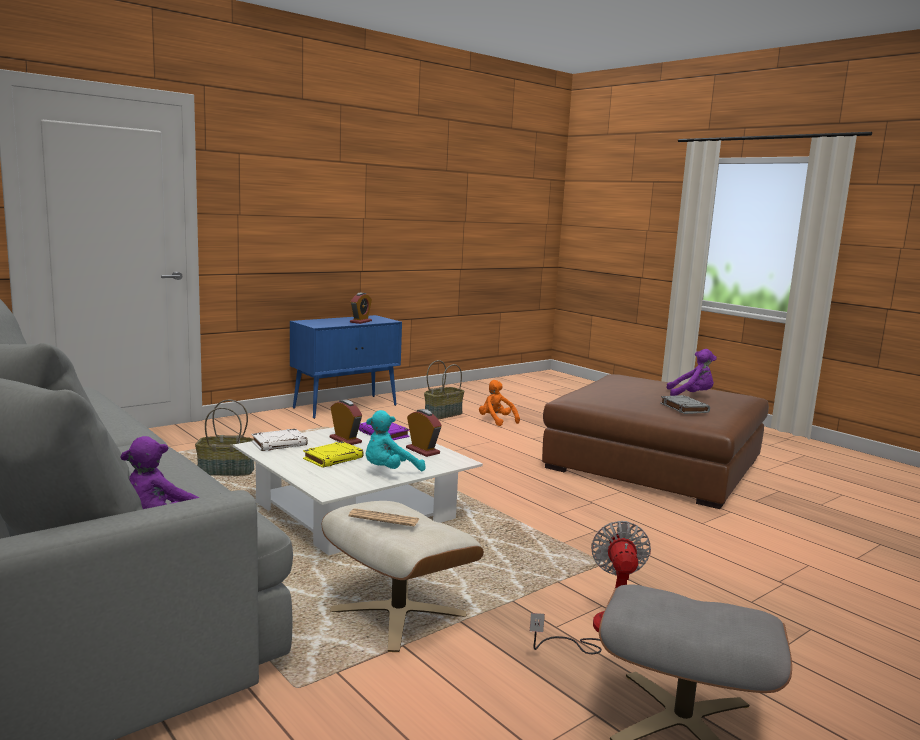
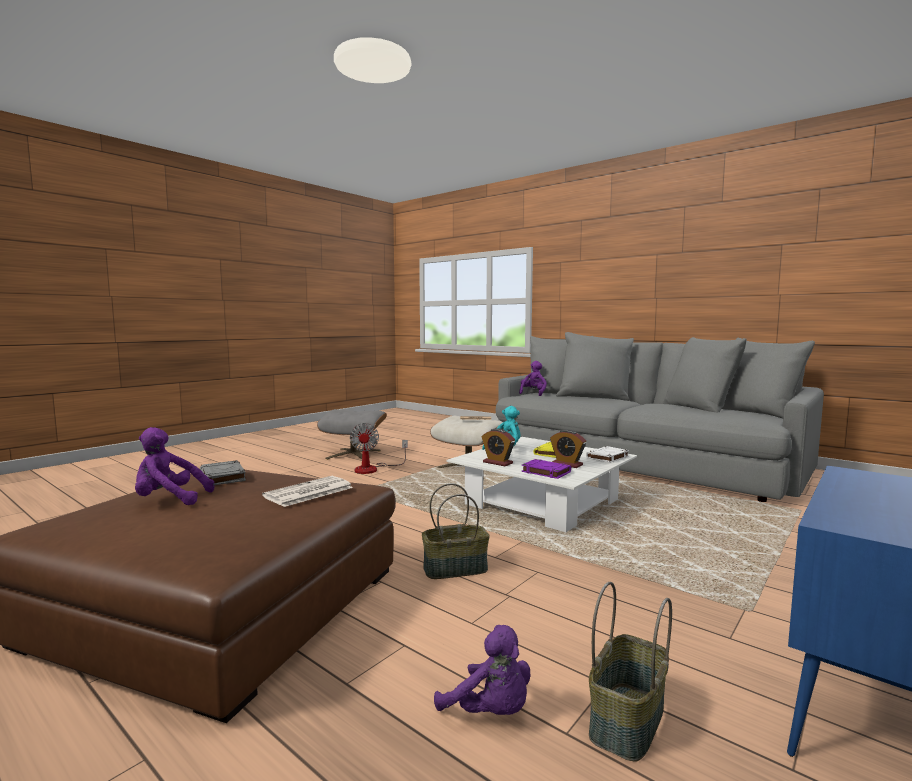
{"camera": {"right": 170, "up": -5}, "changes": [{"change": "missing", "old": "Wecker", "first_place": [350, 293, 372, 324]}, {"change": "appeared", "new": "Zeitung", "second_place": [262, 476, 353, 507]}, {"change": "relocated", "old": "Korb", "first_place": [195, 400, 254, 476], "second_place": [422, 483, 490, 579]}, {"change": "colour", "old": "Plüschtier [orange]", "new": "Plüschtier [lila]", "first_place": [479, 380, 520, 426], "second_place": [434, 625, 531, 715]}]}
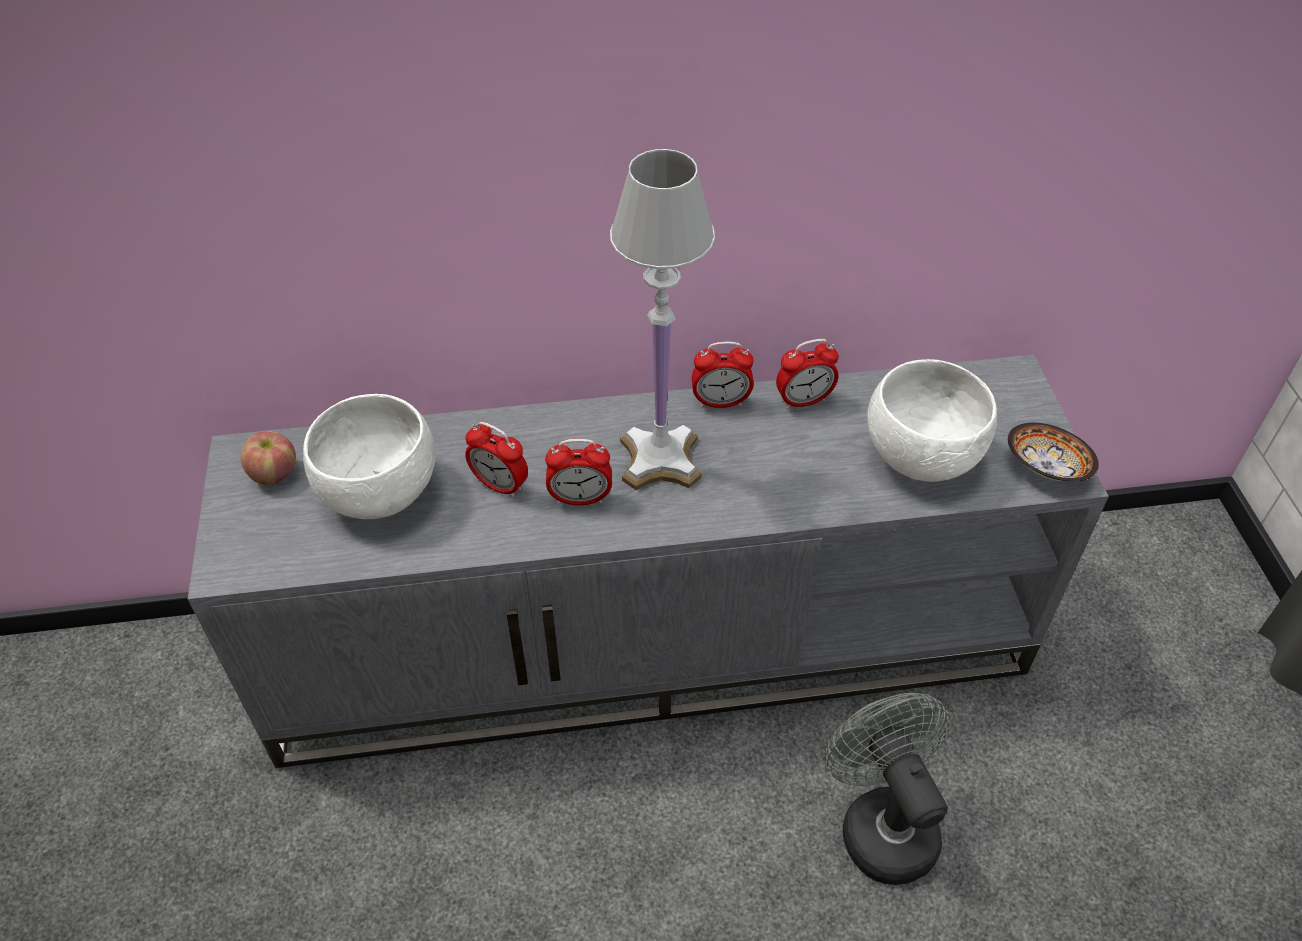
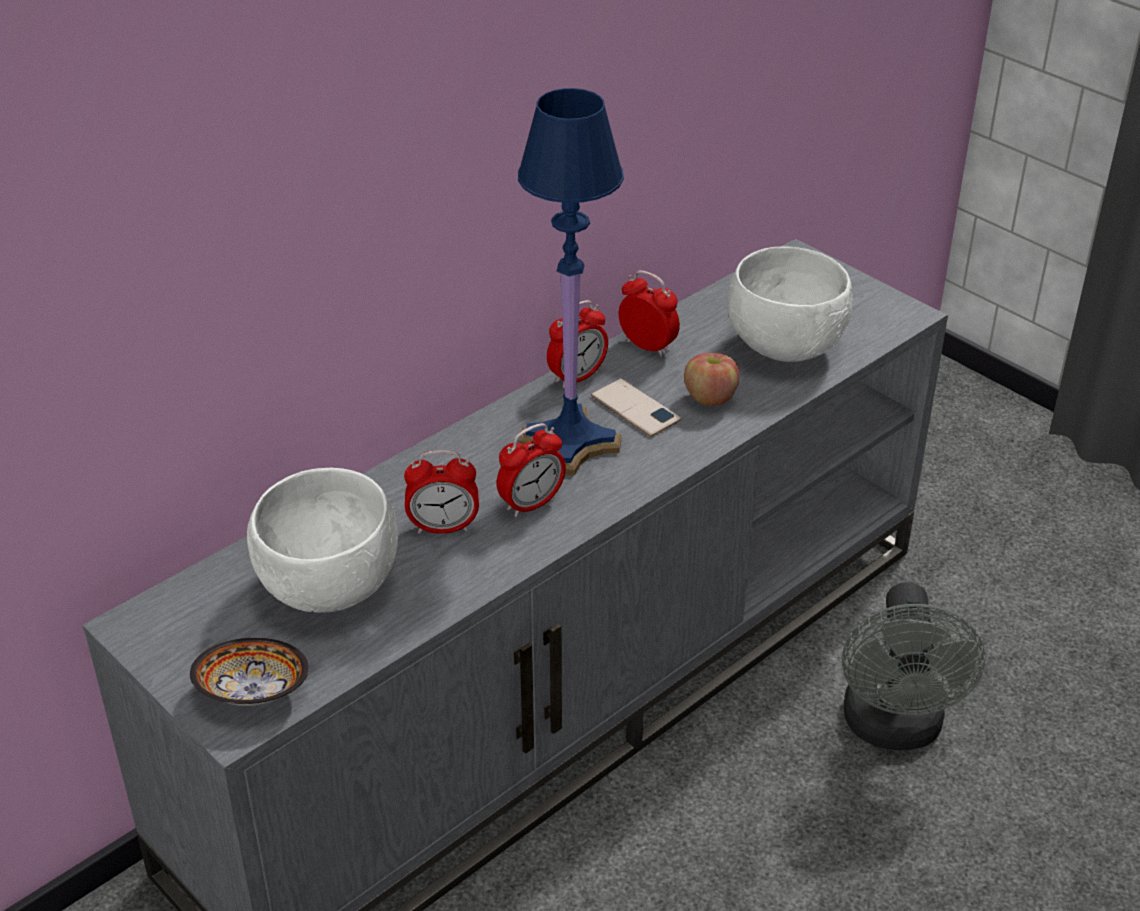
{"camera": {"right": -35, "up": -10}, "changes": [{"change": "appeared", "new": "Handy", "second_place": [591, 378, 681, 437]}, {"change": "relocated", "old": "Apfel", "first_place": [240, 431, 296, 485], "second_place": [684, 353, 740, 406]}, {"change": "relocated", "old": "Schüssel", "first_place": [1008, 423, 1099, 482], "second_place": [190, 638, 309, 706]}, {"change": "colour", "old": "Tischlampe [weiß]", "new": "Tischlampe [blau]", "first_place": [610, 149, 715, 491], "second_place": [518, 88, 624, 475]}, {"change": "spun", "old": "Wecker", "first_place": [776, 339, 839, 409], "second_place": [619, 271, 680, 357], "degrees": -90}, {"change": "spun", "old": "Ventilator [grau]", "first_place": [825, 693, 950, 885], "second_place": [842, 582, 985, 750], "degrees": -120}]}
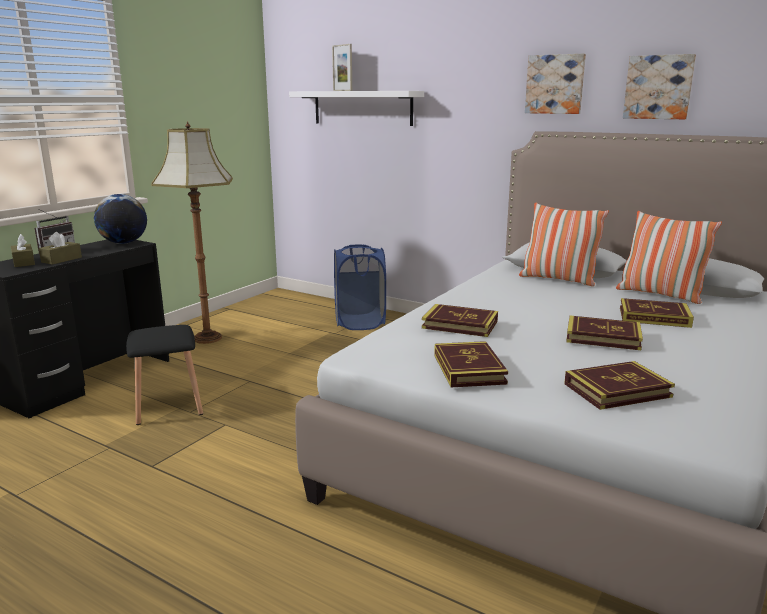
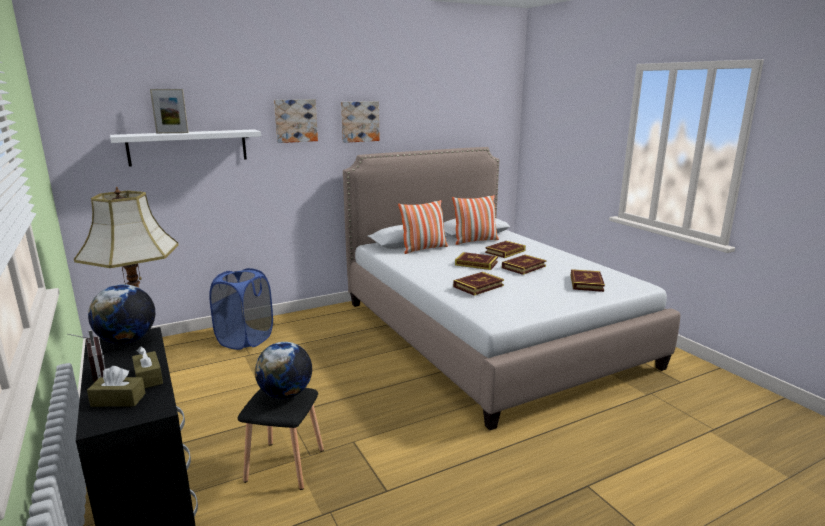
{"camera": {"right": -60, "up": 0}, "changes": [{"change": "appeared", "new": "Globus", "second_place": [255, 342, 312, 399]}, {"change": "relocated", "old": "Buch", "first_place": [434, 341, 508, 387], "second_place": [455, 252, 498, 270]}, {"change": "relocated", "old": "Bild", "first_place": [623, 54, 696, 120], "second_place": [274, 99, 318, 143]}]}
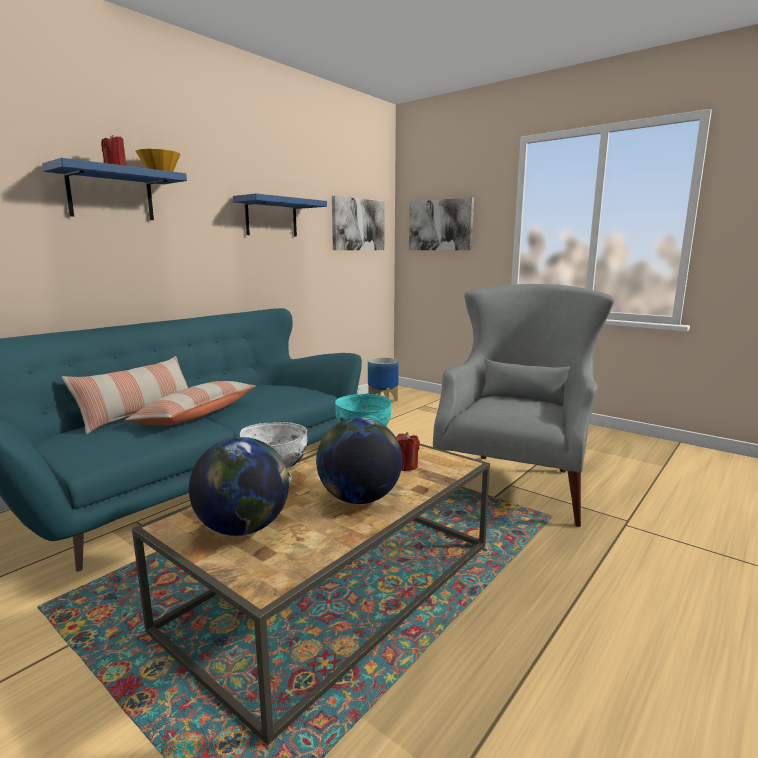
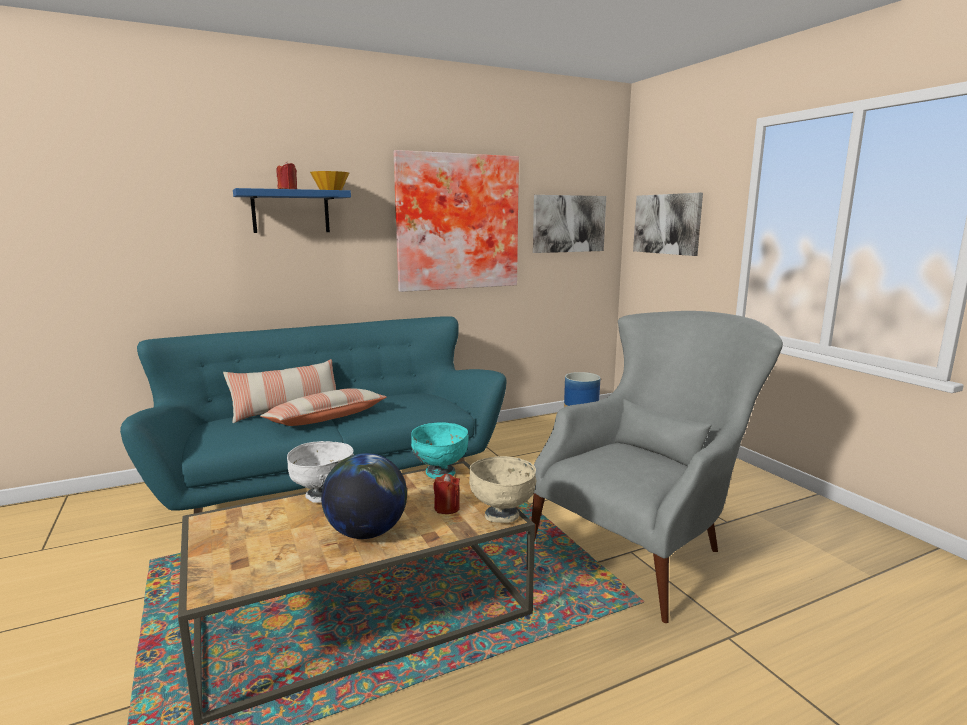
{"camera": {"right": 25, "up": 0}, "changes": [{"change": "missing", "old": "Globus", "first_place": [189, 437, 289, 536]}, {"change": "appeared", "new": "Schüssel [beige]", "second_place": [469, 456, 536, 523]}, {"change": "exchanged", "old": "Wandregal [blau]", "new": "Bild", "first_place": [233, 193, 327, 237], "second_place": [393, 150, 519, 292]}]}
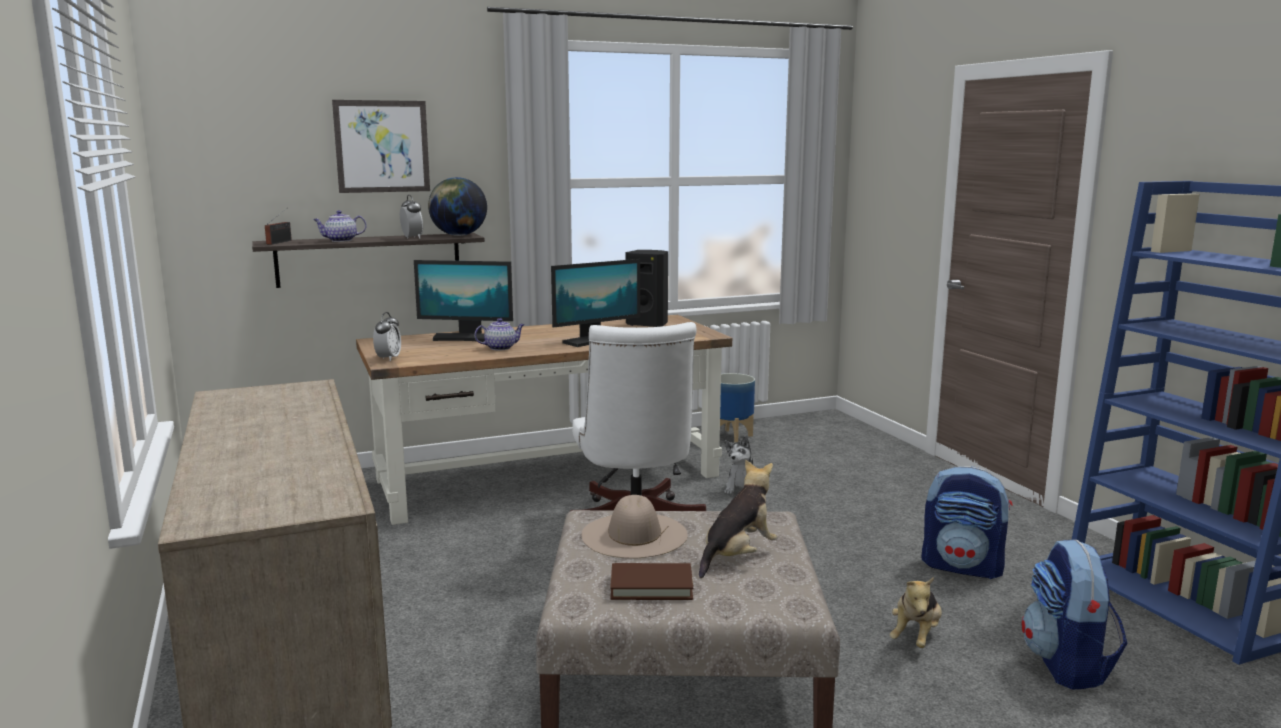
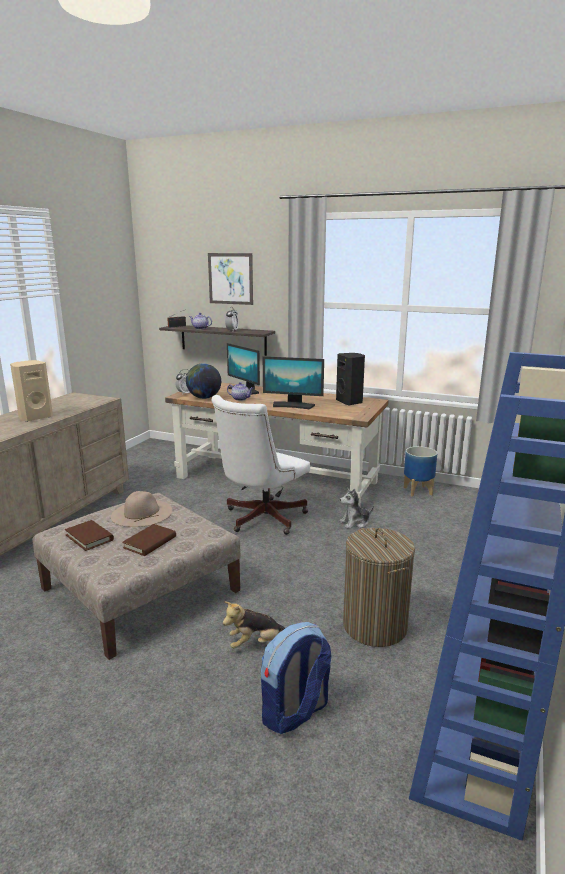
{"camera": {"right": 45, "up": 5}, "changes": [{"change": "appeared", "new": "Lautsprecher [beige]", "second_place": [10, 360, 53, 422]}, {"change": "relocated", "old": "Globus", "first_place": [428, 177, 487, 236], "second_place": [186, 363, 221, 399]}, {"change": "exchanged", "old": "Plüschtier", "new": "Buch [braun]", "first_place": [699, 460, 778, 578], "second_place": [122, 524, 176, 556]}, {"change": "exchanged", "old": "Rucksack", "new": "Wäschekorb", "first_place": [921, 466, 1013, 579], "second_place": [343, 528, 415, 647]}]}
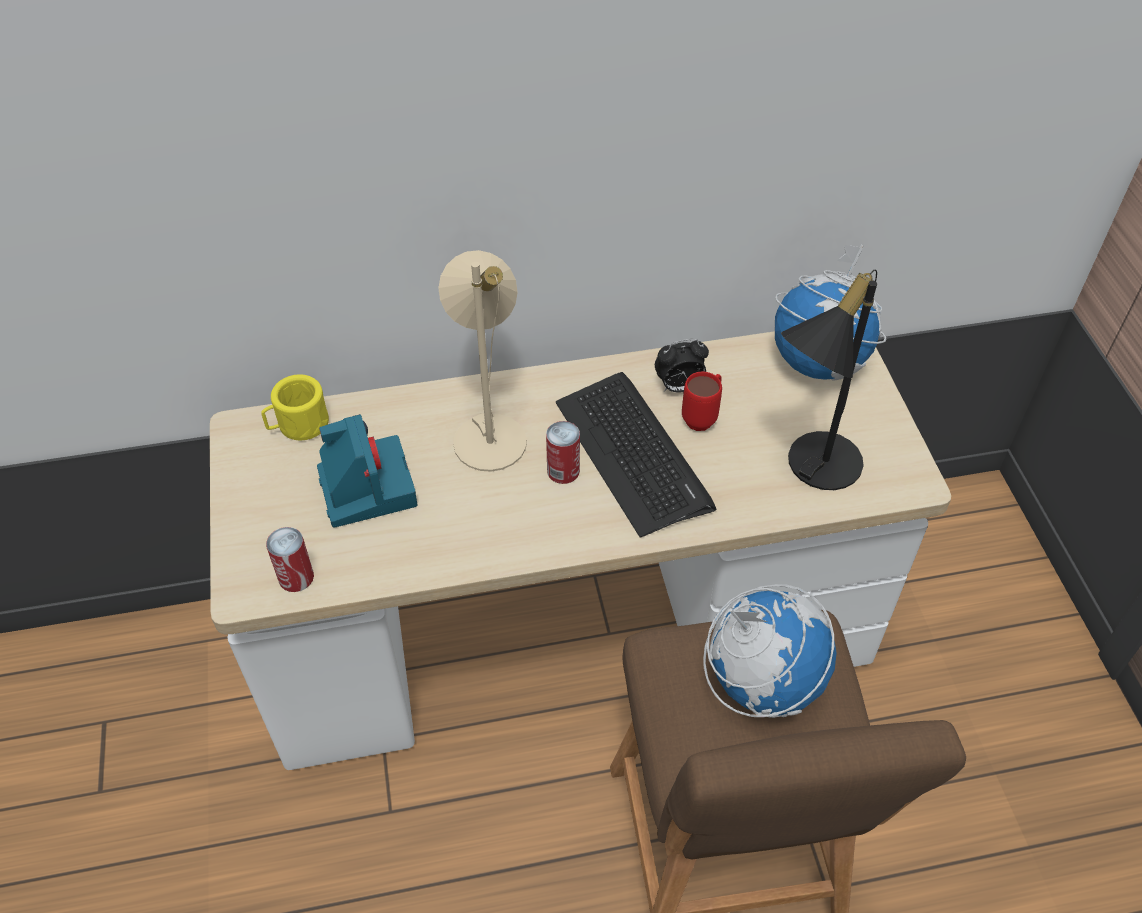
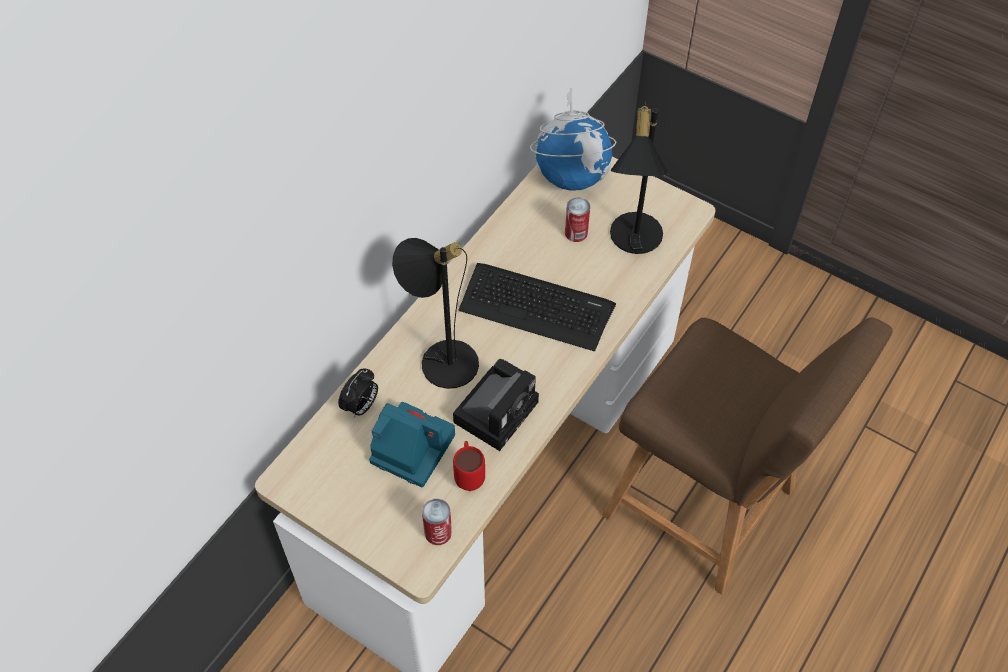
{"camera": {"right": -45, "up": 5}, "changes": [{"change": "missing", "old": "Henkelbecher [gelb]", "first_place": [261, 374, 329, 440]}, {"change": "missing", "old": "Globus", "first_place": [703, 584, 837, 718]}, {"change": "appeared", "new": "Kamera", "second_place": [453, 359, 539, 451]}, {"change": "relocated", "old": "Dose", "first_place": [546, 421, 580, 484], "second_place": [565, 197, 590, 242]}, {"change": "relocated", "old": "Wecker", "first_place": [655, 339, 709, 393], "second_place": [338, 369, 378, 418]}, {"change": "relocated", "old": "Henkelbecher [rot]", "first_place": [682, 372, 722, 431], "second_place": [453, 441, 485, 491]}, {"change": "colour", "old": "Tischlampe [beige]", "new": "Tischlampe [schwarz]", "first_place": [438, 250, 527, 472], "second_place": [392, 238, 479, 389]}]}
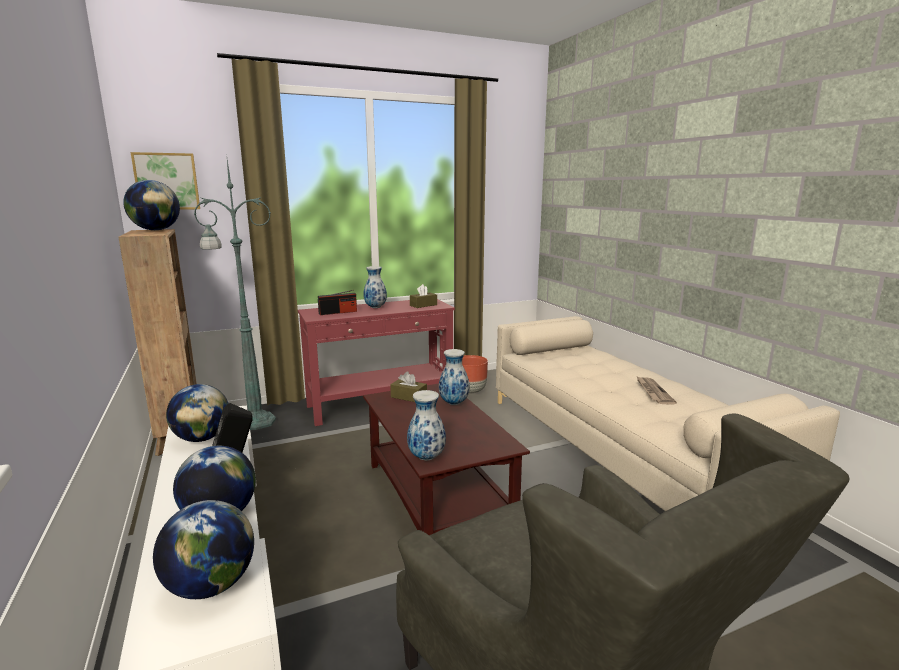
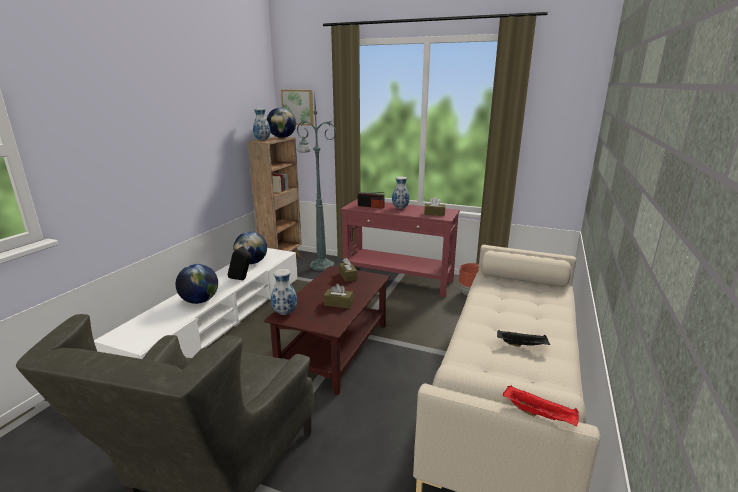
{"camera": {"right": 45, "up": 5}, "changes": [{"change": "missing", "old": "Globus", "first_place": [153, 500, 254, 599]}, {"change": "appeared", "new": "Taschentuchbox [braun]", "second_place": [323, 284, 353, 309]}, {"change": "appeared", "new": "Tablett [rot]", "second_place": [503, 385, 579, 426]}, {"change": "relocated", "old": "Vase", "first_place": [439, 349, 470, 405], "second_place": [253, 109, 271, 141]}, {"change": "exchanged", "old": "Zeitung", "new": "Tablett [schwarz]", "first_place": [636, 376, 677, 404], "second_place": [497, 330, 550, 347]}]}
